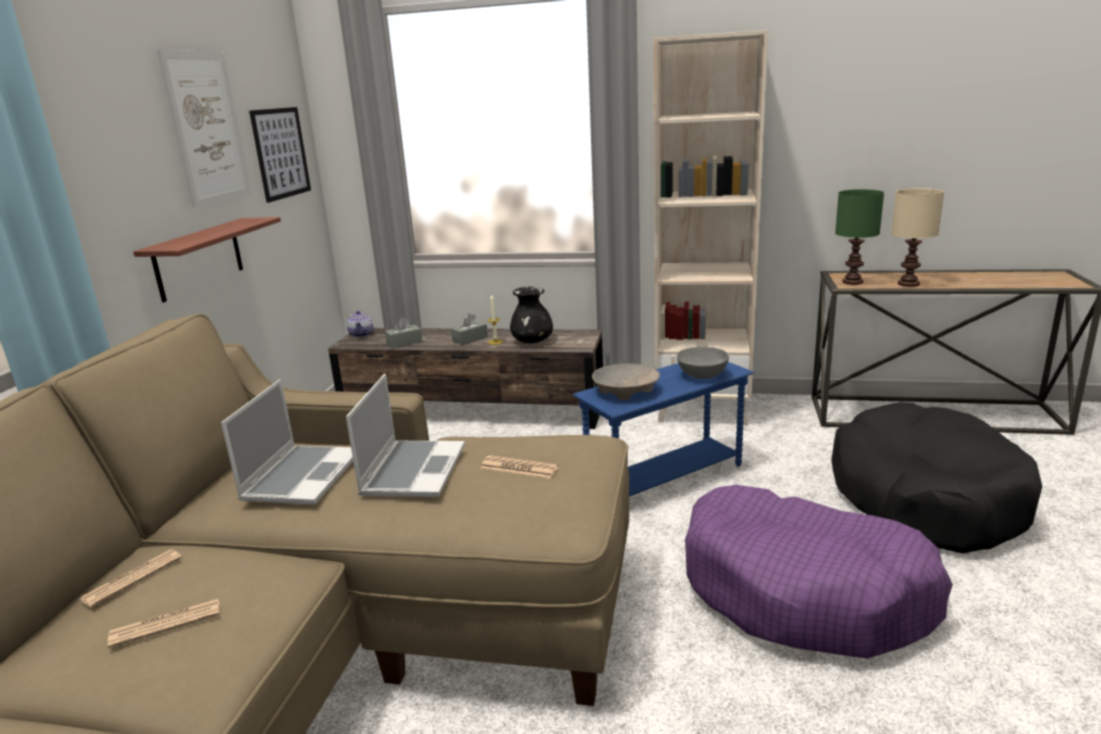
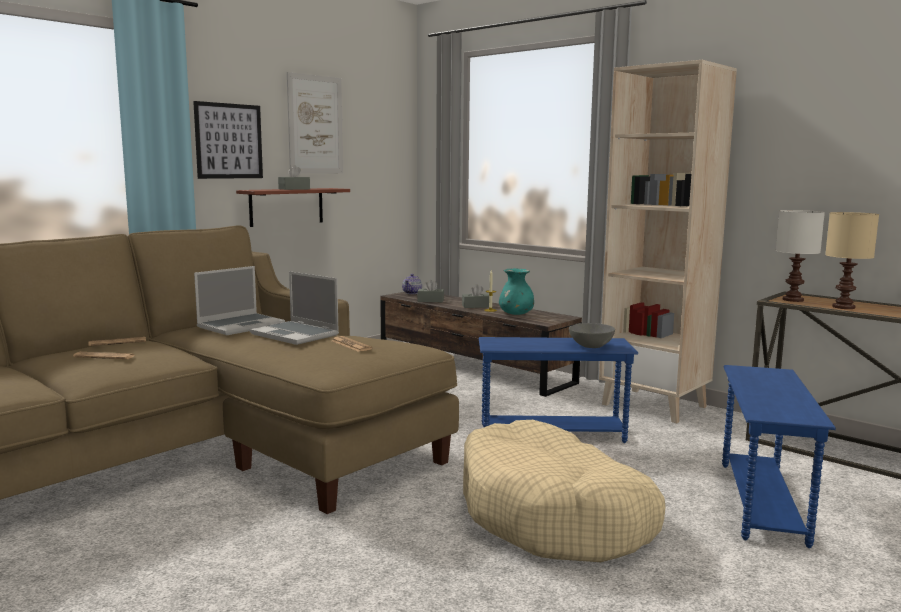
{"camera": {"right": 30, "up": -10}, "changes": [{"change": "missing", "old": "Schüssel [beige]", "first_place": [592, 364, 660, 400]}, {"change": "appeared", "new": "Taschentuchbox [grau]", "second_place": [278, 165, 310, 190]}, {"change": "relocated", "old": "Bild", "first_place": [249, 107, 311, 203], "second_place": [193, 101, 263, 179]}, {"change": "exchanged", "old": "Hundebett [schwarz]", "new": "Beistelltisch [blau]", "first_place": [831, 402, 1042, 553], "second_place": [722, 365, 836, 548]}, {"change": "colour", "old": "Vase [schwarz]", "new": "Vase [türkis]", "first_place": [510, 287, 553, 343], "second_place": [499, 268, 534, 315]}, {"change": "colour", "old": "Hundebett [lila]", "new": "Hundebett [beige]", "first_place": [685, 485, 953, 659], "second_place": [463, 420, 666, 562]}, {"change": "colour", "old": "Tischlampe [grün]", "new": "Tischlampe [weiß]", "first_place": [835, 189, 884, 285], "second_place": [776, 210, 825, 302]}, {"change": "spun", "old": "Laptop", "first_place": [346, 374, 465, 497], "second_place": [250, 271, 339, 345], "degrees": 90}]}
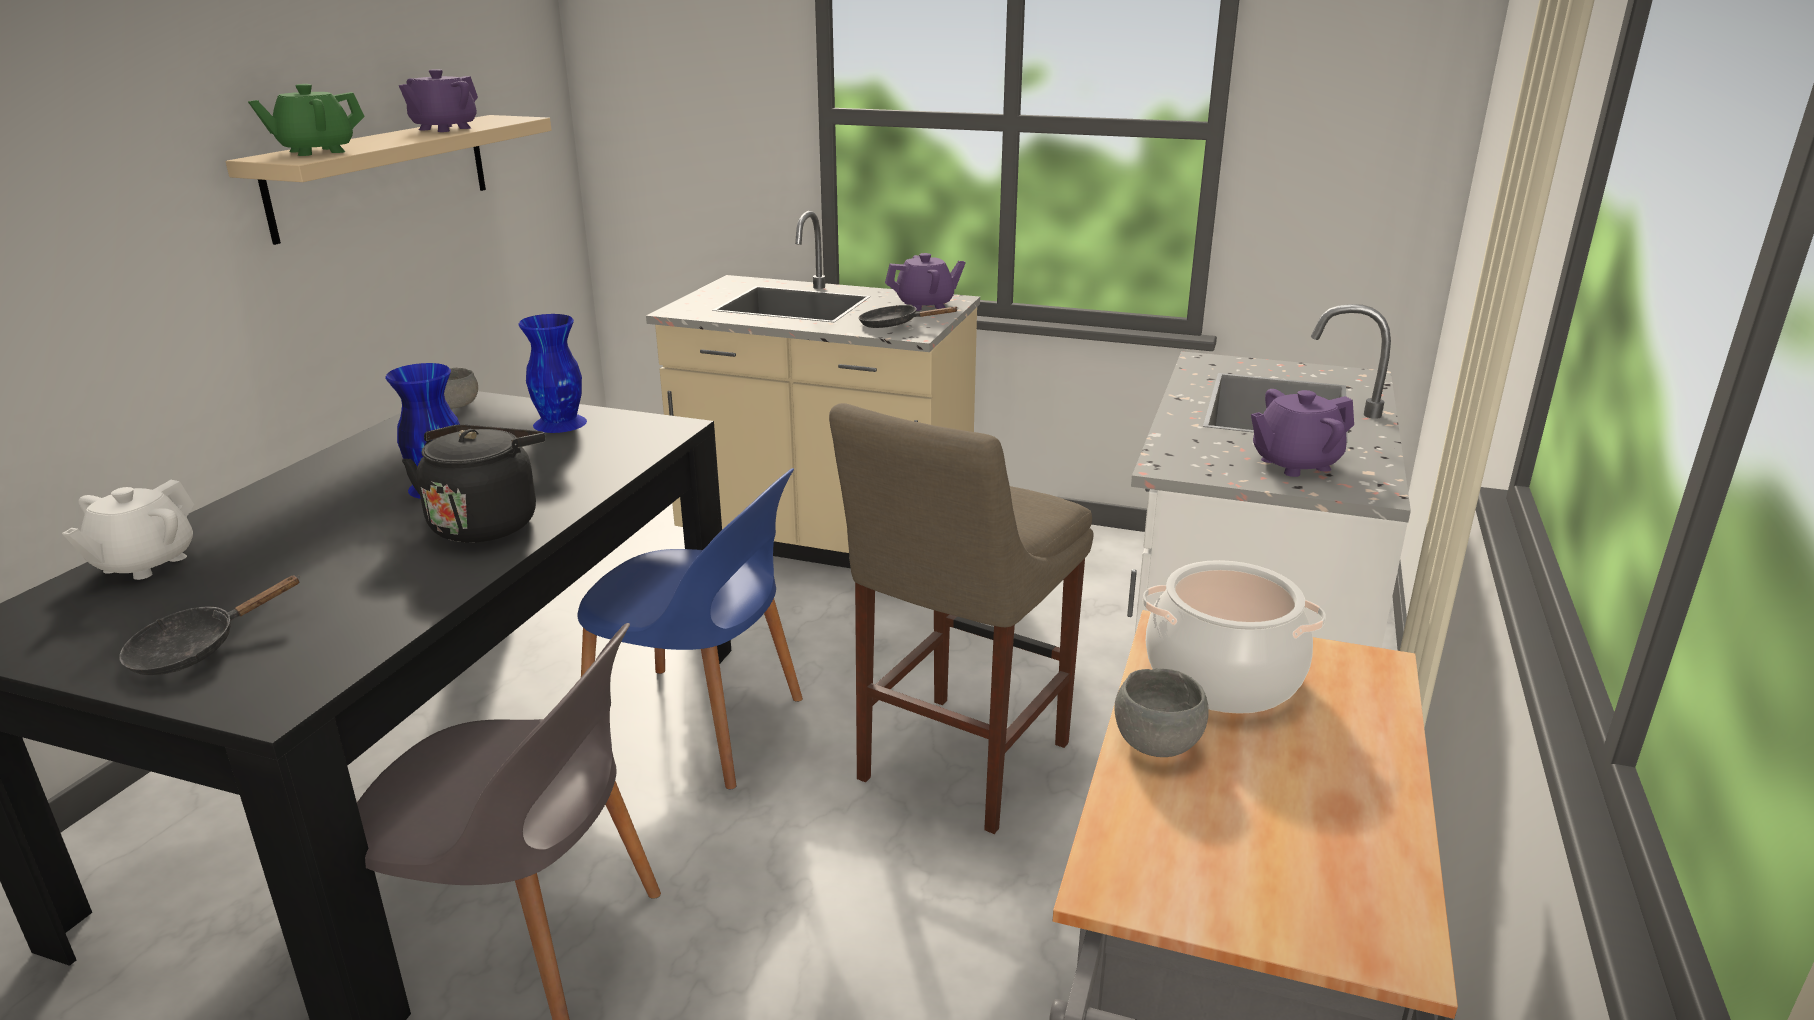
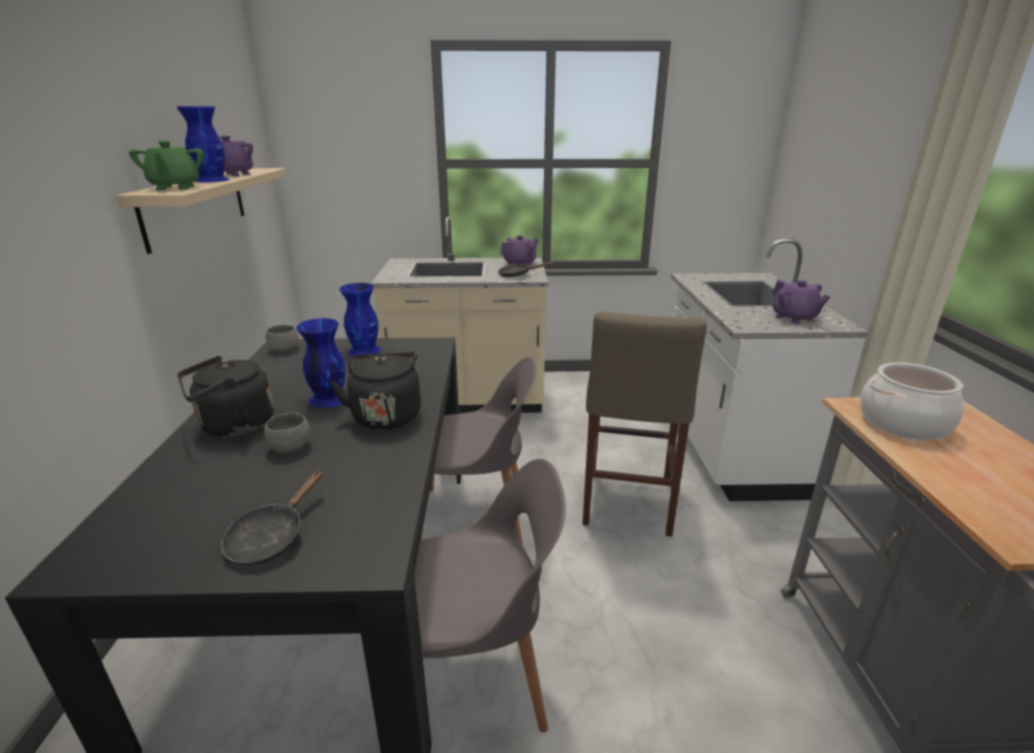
{"camera": {"right": -20, "up": 0}, "changes": [{"change": "missing", "old": "Teekanne [weiß]", "first_place": [62, 480, 194, 580]}, {"change": "appeared", "new": "Vase [blau]", "second_place": [177, 106, 230, 182]}, {"change": "appeared", "new": "Wasserkessel [schwarz]", "second_place": [177, 356, 274, 437]}, {"change": "relocated", "old": "Schüssel [grau]", "first_place": [1114, 668, 1209, 757], "second_place": [264, 413, 310, 453]}, {"change": "colour", "old": "Stuhl [blau]", "new": "Stuhl [grau]", "first_place": [578, 468, 803, 790], "second_place": [420, 357, 536, 545]}, {"change": "spun", "old": "Teekanne [grün]", "first_place": [248, 84, 365, 156], "second_place": [129, 141, 204, 190], "degrees": -45}, {"change": "spun", "old": "Teekanne [lila]", "first_place": [1251, 389, 1354, 477], "second_place": [772, 280, 830, 324], "degrees": -75}]}
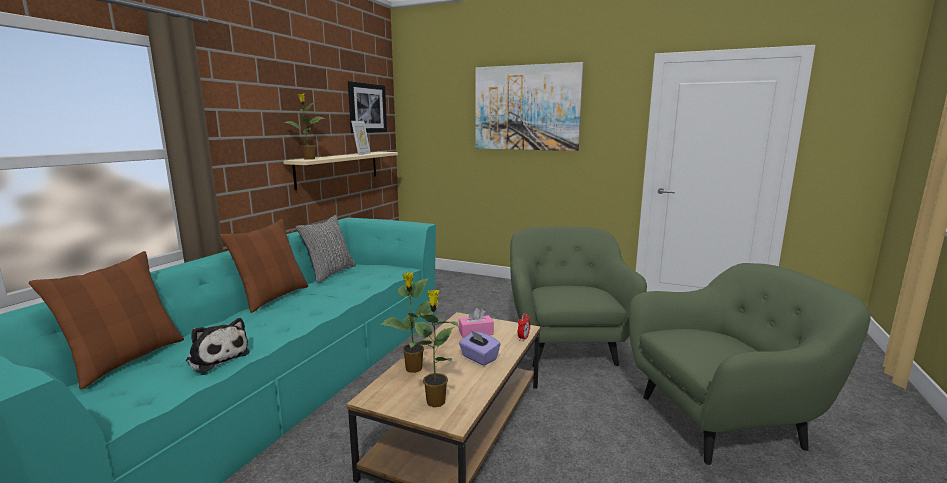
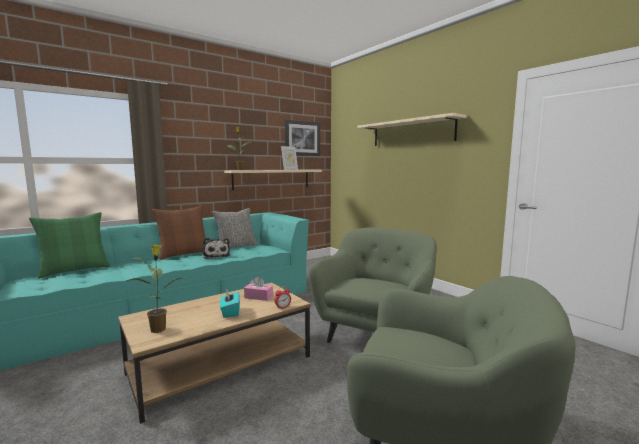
{"camera": {"right": 30, "up": -5}, "changes": [{"change": "missing", "old": "Topfpflanze", "first_place": [380, 272, 440, 373]}, {"change": "relocated", "old": "Plüschtier", "first_place": [186, 318, 250, 372], "second_place": [202, 238, 230, 259]}, {"change": "exchanged", "old": "Bild", "new": "Wandregal [beige]", "first_place": [475, 62, 583, 151], "second_place": [358, 113, 466, 146]}, {"change": "colour", "old": "Kissen [braun]", "new": "Kissen [grün]", "first_place": [29, 251, 184, 389], "second_place": [29, 212, 110, 278]}, {"change": "colour", "old": "Taschentuchbox [lila]", "new": "Taschentuchbox [türkis]", "first_place": [459, 330, 500, 366], "second_place": [220, 290, 240, 318]}]}
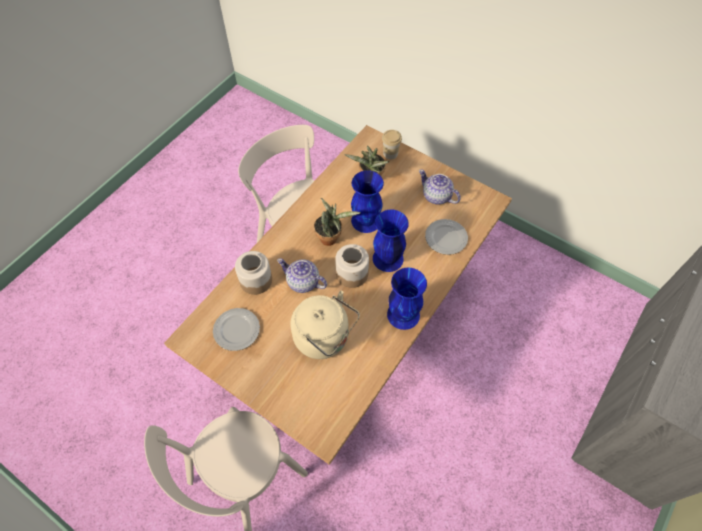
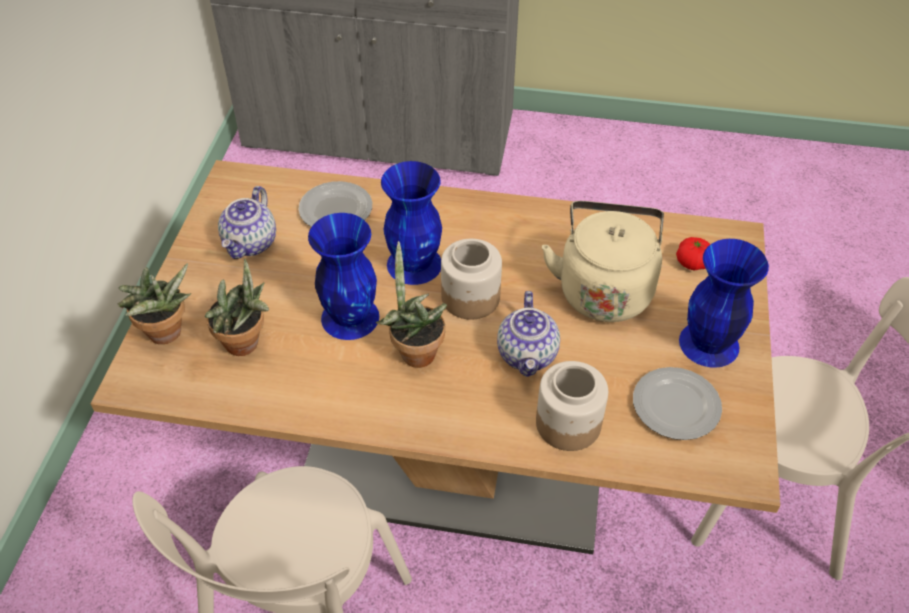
{"camera": {"right": -115, "up": -10}, "changes": [{"change": "appeared", "new": "Tomate", "second_place": [676, 237, 710, 271]}, {"change": "relocated", "old": "Vase [blau]", "first_place": [387, 268, 427, 330], "second_place": [679, 239, 769, 368]}, {"change": "exchanged", "old": "Tasse", "new": "Topfpflanze", "first_place": [382, 130, 402, 159], "second_place": [117, 263, 191, 344]}]}
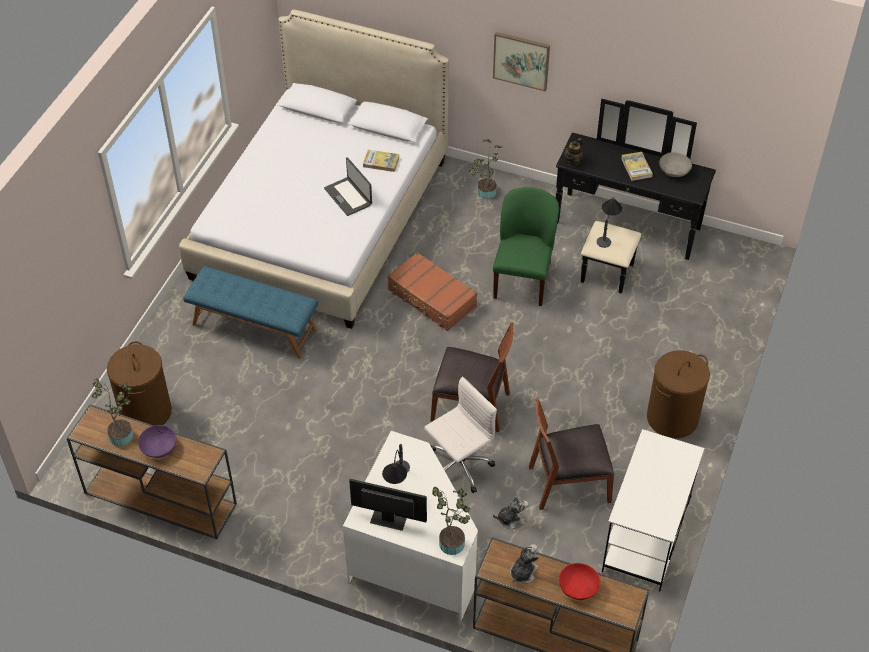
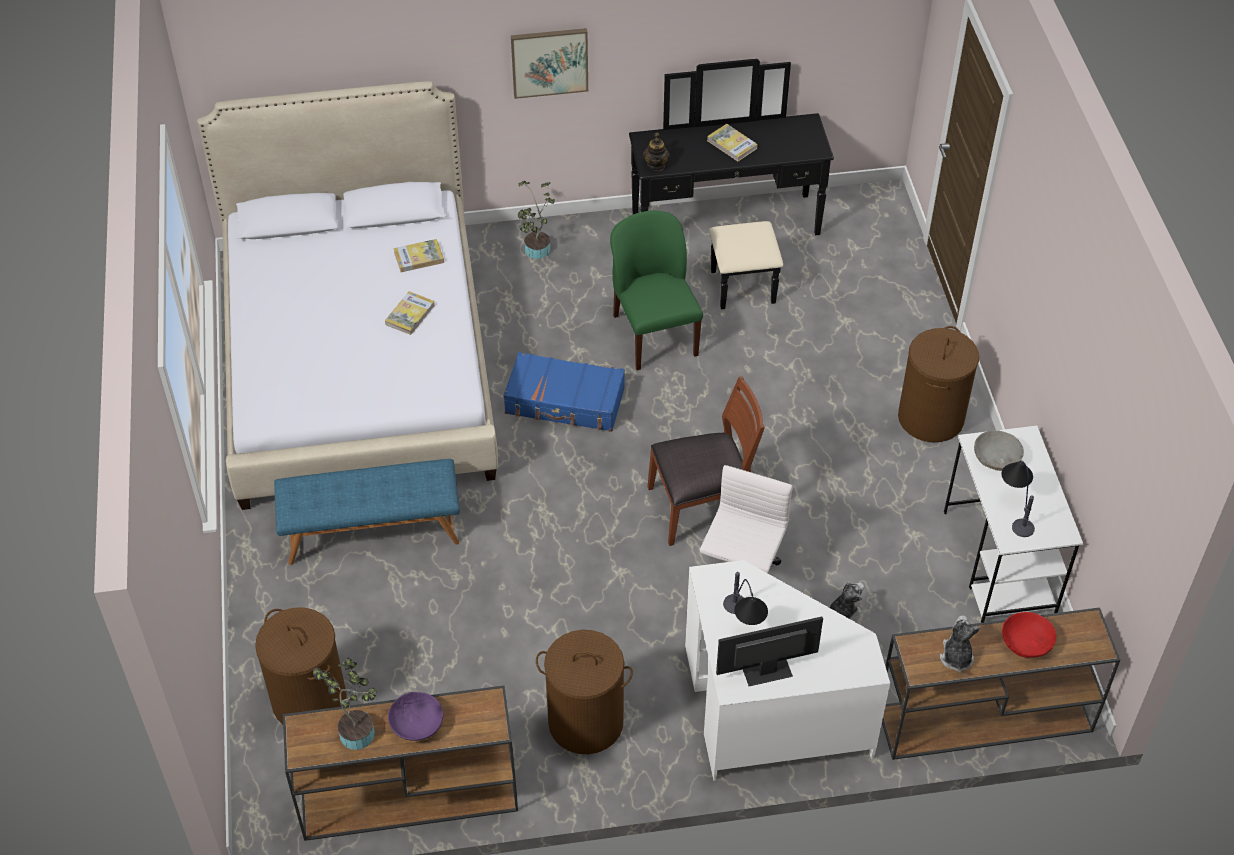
{"camera": {"right": -30, "up": 0}, "changes": [{"change": "missing", "old": "Topfpflanze", "first_place": [432, 487, 470, 555]}, {"change": "missing", "old": "Stuhl [braun]", "first_place": [529, 398, 614, 510]}, {"change": "appeared", "new": "Wäschekorb [braun]", "second_place": [536, 630, 633, 754]}, {"change": "relocated", "old": "Tischlampe", "first_place": [597, 197, 622, 248], "second_place": [1001, 460, 1035, 537]}, {"change": "relocated", "old": "Schüssel [grau]", "first_place": [660, 152, 692, 177], "second_place": [974, 430, 1024, 471]}, {"change": "exchanged", "old": "Laptop", "new": "Buch", "first_place": [324, 157, 372, 216], "second_place": [385, 291, 435, 335]}, {"change": "colour", "old": "Koffer [braun]", "new": "Koffer [blau]", "first_place": [387, 252, 477, 331], "second_place": [503, 352, 625, 432]}]}
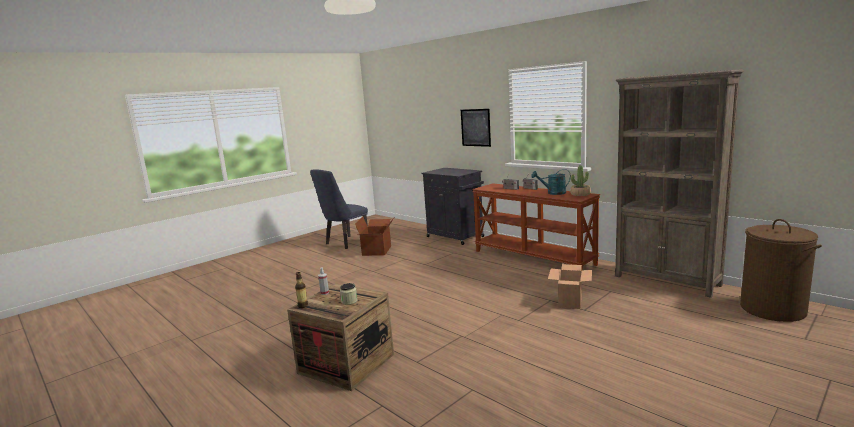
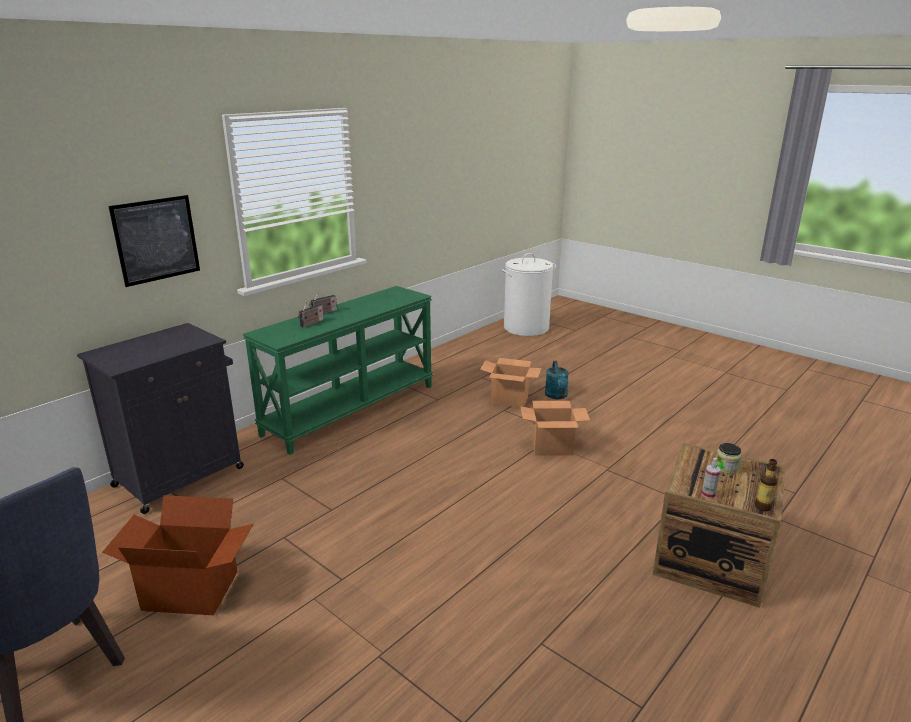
{"camera": {"right": -95, "up": 10}, "changes": [{"change": "missing", "old": "Topfpflanze", "first_place": [570, 165, 591, 196]}, {"change": "missing", "old": "Bücherregal [braun]", "first_place": [615, 69, 744, 298]}, {"change": "appeared", "new": "Karton", "second_place": [520, 401, 590, 456]}, {"change": "relocated", "old": "Gießkanne [türkis]", "first_place": [531, 169, 571, 195], "second_place": [545, 361, 569, 399]}, {"change": "colour", "old": "Konsolentisch [braun]", "new": "Konsolentisch [grün]", "first_place": [472, 183, 600, 271], "second_place": [243, 286, 433, 455]}, {"change": "colour", "old": "Wäschekorb [braun]", "new": "Wäschekorb [weiß]", "first_place": [740, 219, 822, 322], "second_place": [501, 253, 556, 336]}]}
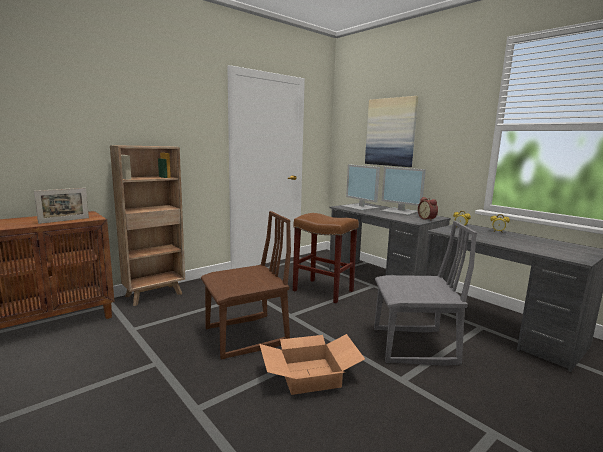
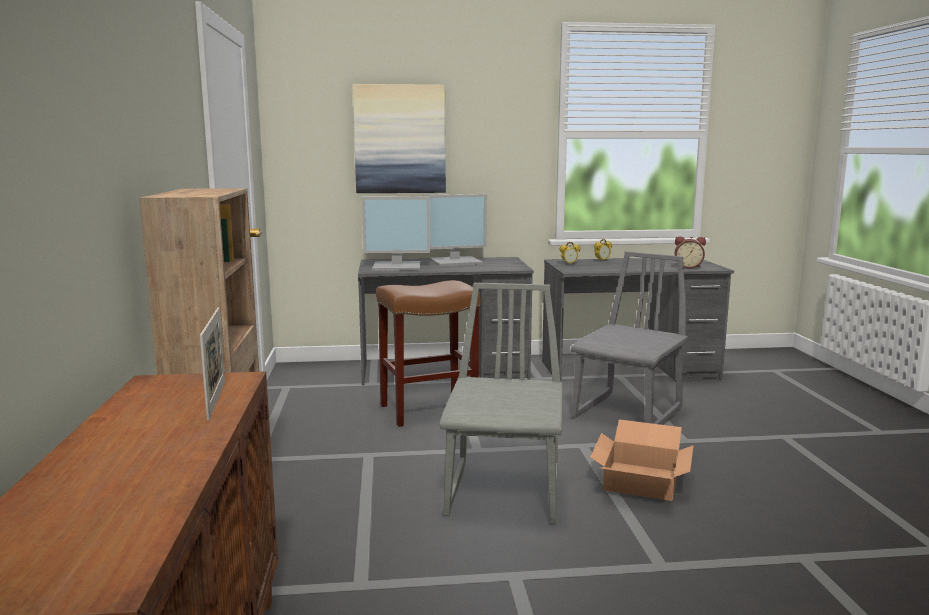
{"camera": {"right": -55, "up": 0}, "changes": [{"change": "relocated", "old": "Wecker", "first_place": [418, 197, 438, 220], "second_place": [675, 236, 706, 269]}, {"change": "colour", "old": "Stuhl [braun]", "new": "Stuhl [grau]", "first_place": [201, 211, 291, 360], "second_place": [440, 282, 562, 523]}]}
